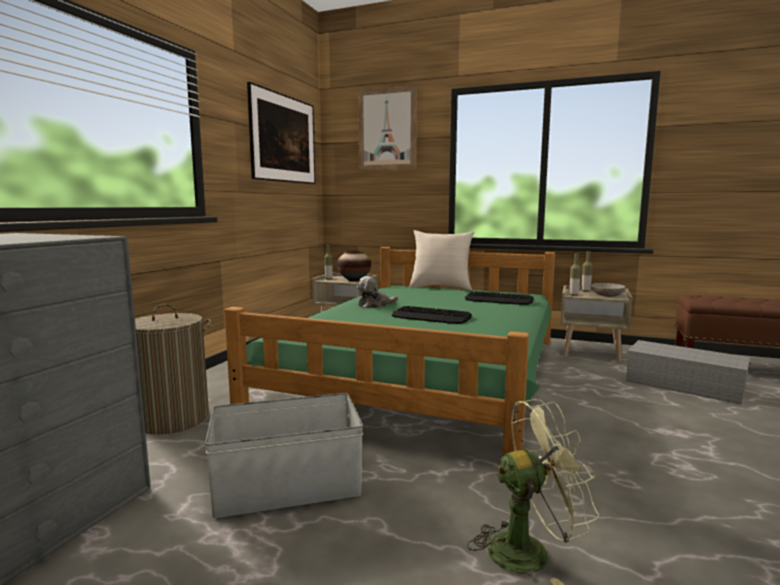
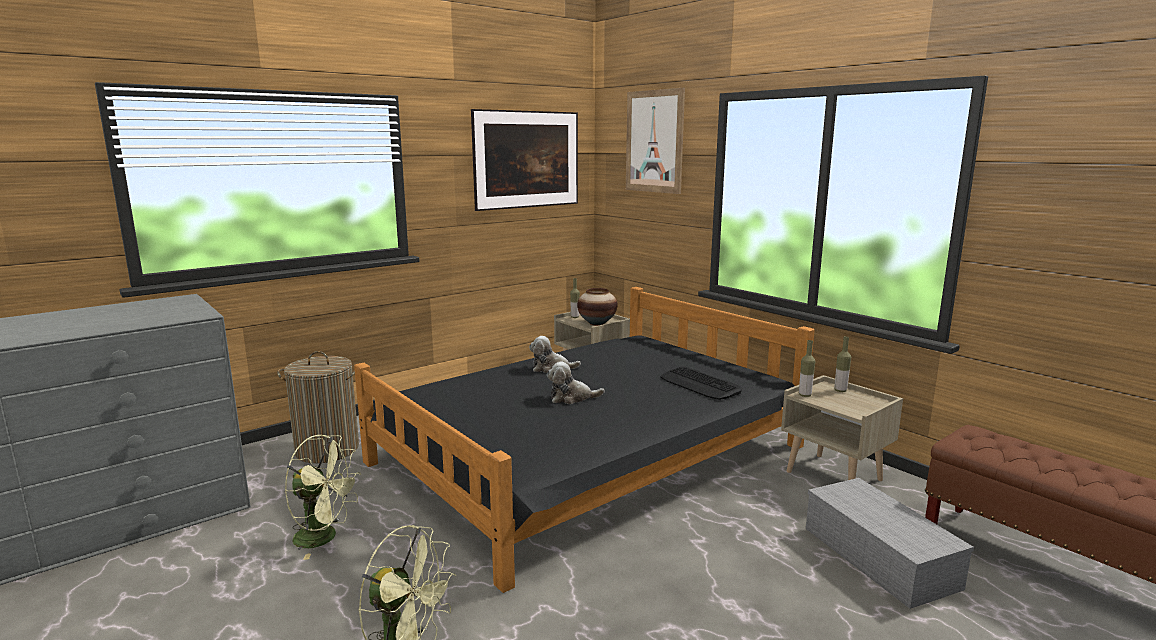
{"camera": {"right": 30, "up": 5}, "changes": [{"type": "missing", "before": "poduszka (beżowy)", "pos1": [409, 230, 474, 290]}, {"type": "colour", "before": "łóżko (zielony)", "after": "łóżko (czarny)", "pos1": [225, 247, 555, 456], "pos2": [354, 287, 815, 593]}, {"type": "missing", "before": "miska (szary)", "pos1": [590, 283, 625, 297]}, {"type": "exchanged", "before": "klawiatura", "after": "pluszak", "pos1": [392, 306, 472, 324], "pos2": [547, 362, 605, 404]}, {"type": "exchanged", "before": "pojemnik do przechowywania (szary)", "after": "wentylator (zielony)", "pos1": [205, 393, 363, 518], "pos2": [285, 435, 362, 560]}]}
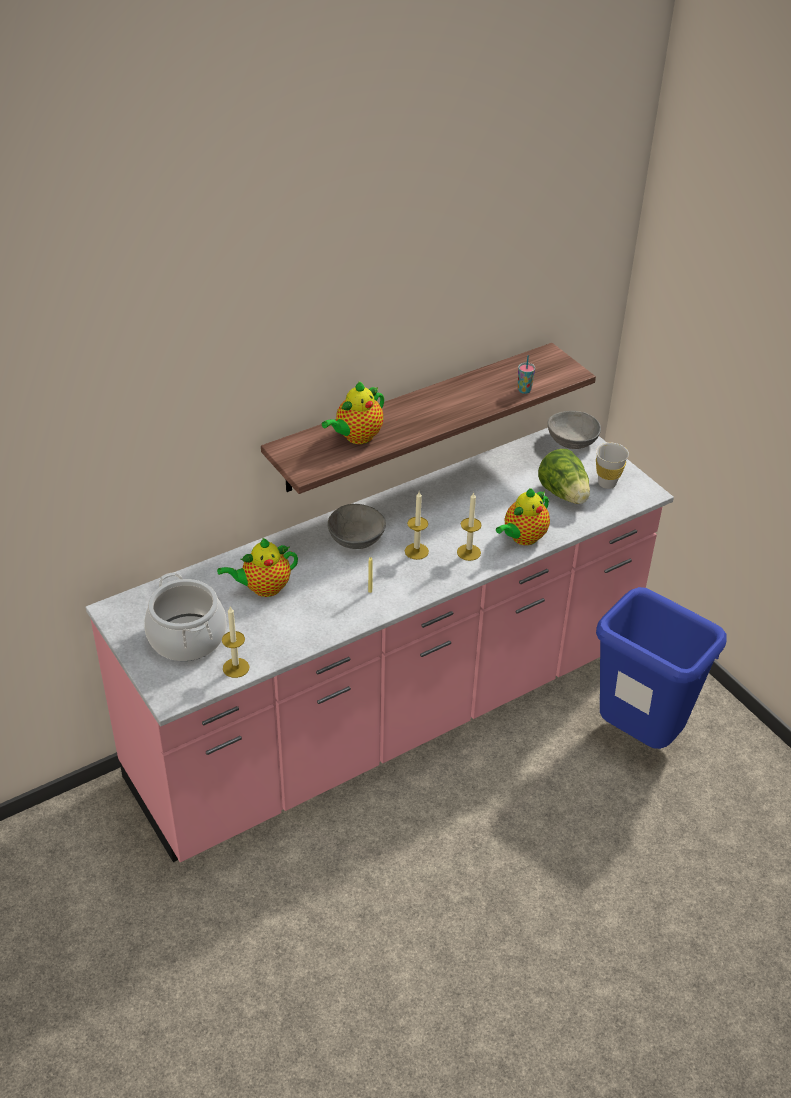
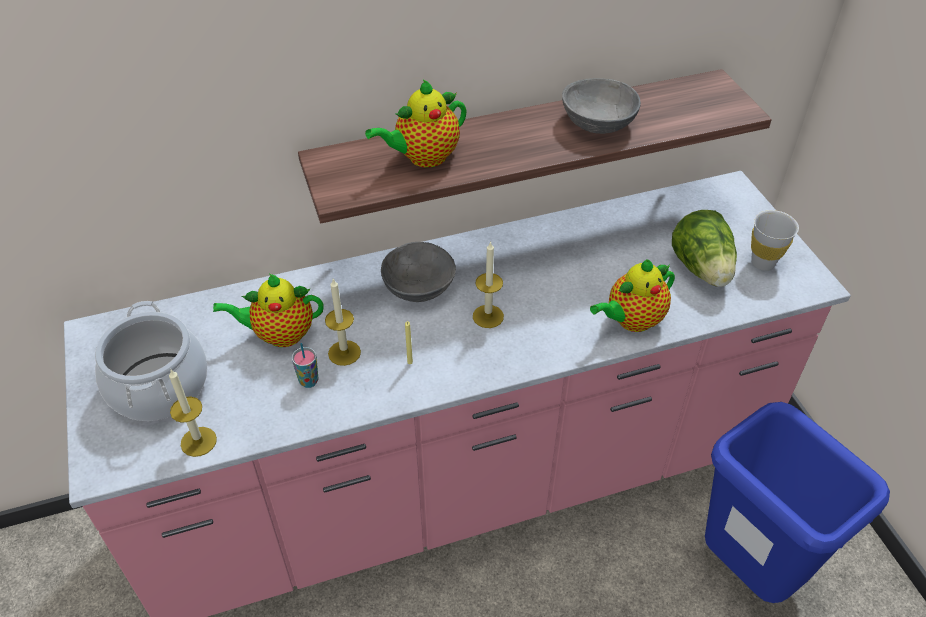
{"camera": {"right": 15, "up": 5}, "changes": [{"type": "relocated", "before": "filiżanka", "pos1": [518, 355, 535, 394], "pos2": [292, 343, 319, 388]}, {"type": "relocated", "before": "miska (szary)", "pos1": [548, 411, 601, 449], "pos2": [562, 78, 641, 134]}, {"type": "relocated", "before": "świeca", "pos1": [457, 492, 482, 561], "pos2": [325, 279, 361, 366]}]}
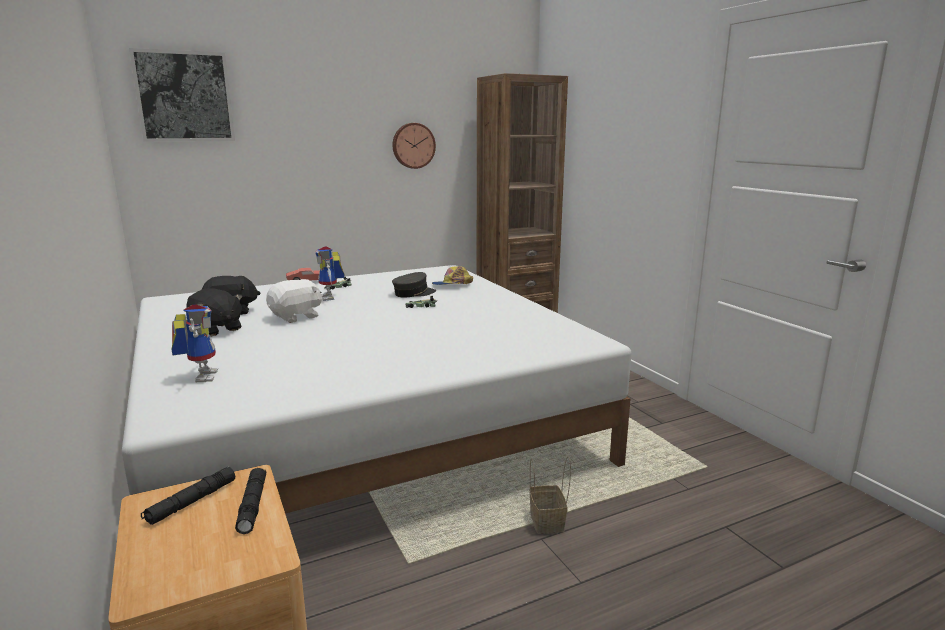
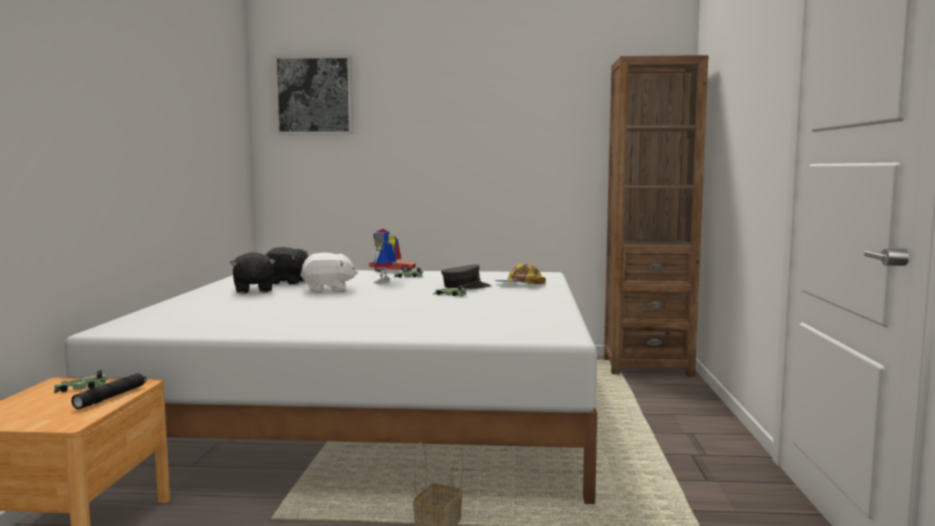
{"camera": {"right": 30, "up": -10}, "changes": [{"type": "missing", "before": "zegar ścienny", "pos1": [392, 123, 436, 169]}, {"type": "missing", "before": "robot zabawkowy", "pos1": [171, 304, 218, 382]}, {"type": "exchanged", "before": "latarka (czarny)", "after": "samochodzik", "pos1": [141, 467, 235, 525], "pos2": [54, 370, 109, 393]}]}
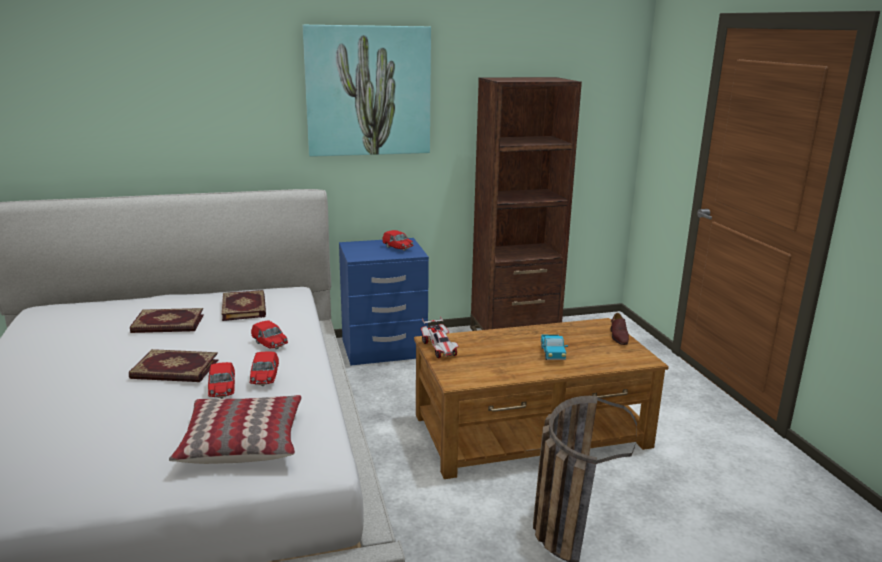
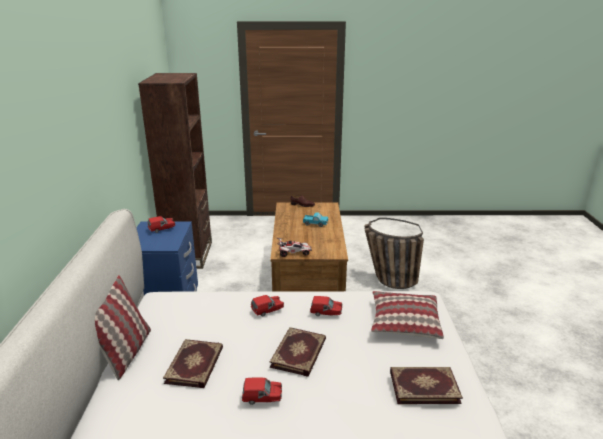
{"camera": {"right": -75, "up": 5}, "changes": [{"type": "missing", "before": "obraz", "pos1": [303, 25, 431, 157]}, {"type": "relocated", "before": "książka", "pos1": [222, 290, 266, 321], "pos2": [390, 367, 463, 404]}, {"type": "relocated", "before": "samochodzik (czerwony)", "pos1": [208, 362, 235, 399], "pos2": [242, 377, 282, 405]}, {"type": "appeared", "after": "poduszka", "pos2": [95, 275, 151, 380]}]}
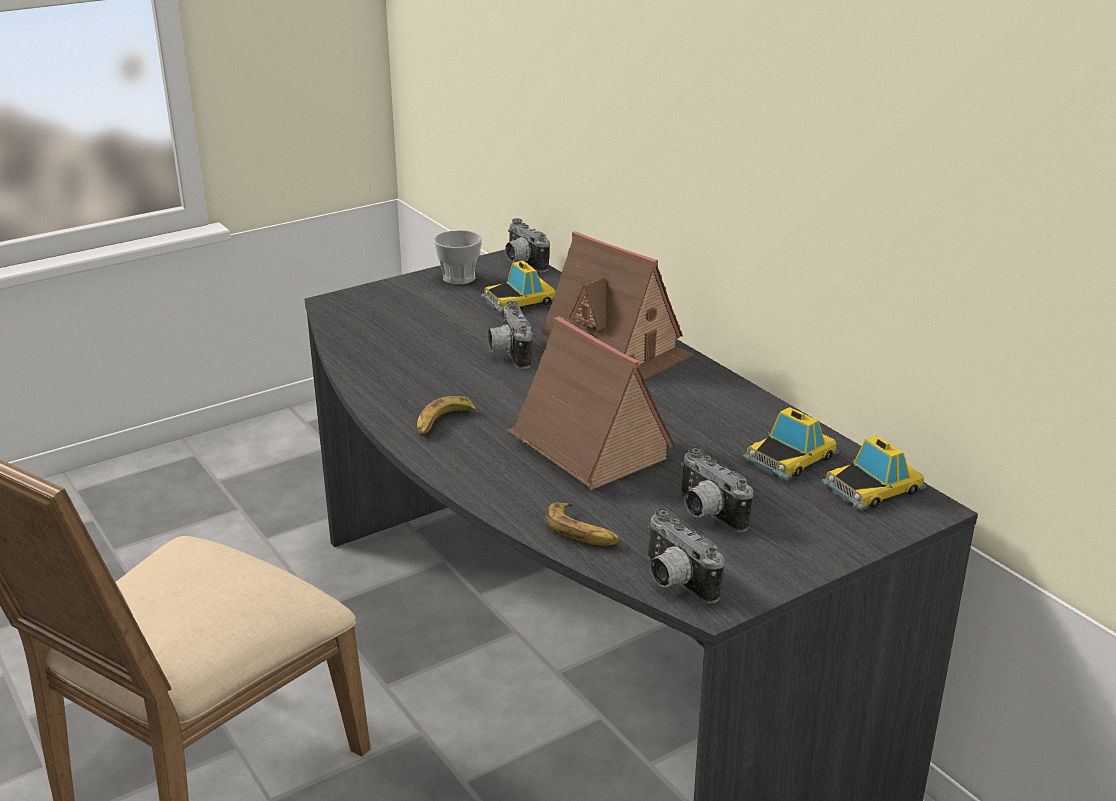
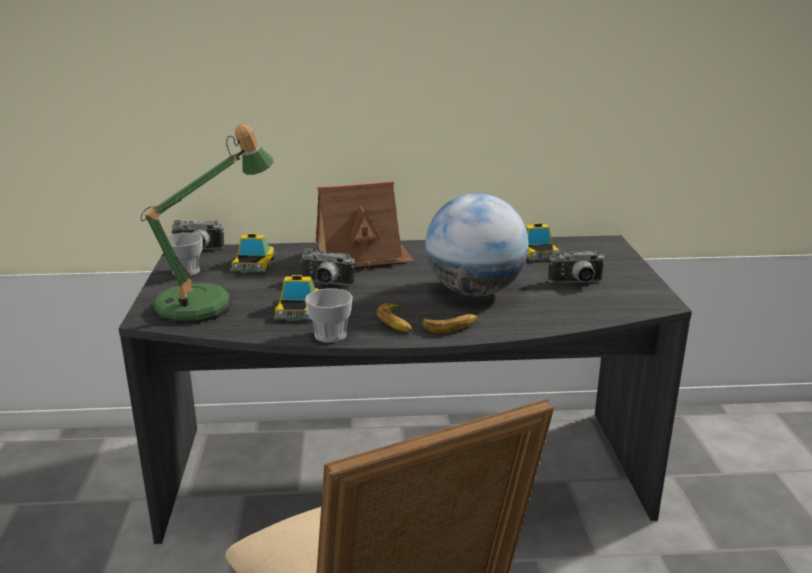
{"camera": {"right": -60, "up": -5}, "changes": [{"type": "exchanged", "before": "domek", "after": "globus", "pos1": [506, 317, 675, 490], "pos2": [425, 193, 529, 296]}, {"type": "relocated", "before": "samochodzik", "pos1": [821, 435, 927, 510], "pos2": [274, 275, 319, 321]}, {"type": "relocated", "before": "banan", "pos1": [546, 502, 620, 546], "pos2": [422, 314, 477, 333]}, {"type": "missing", "before": "aparat fotograficzny", "pos1": [647, 509, 724, 604]}, {"type": "appeared", "after": "lampa stołowa", "pos2": [141, 124, 273, 324]}, {"type": "appeared", "after": "filiżanka", "pos2": [305, 288, 353, 343]}]}
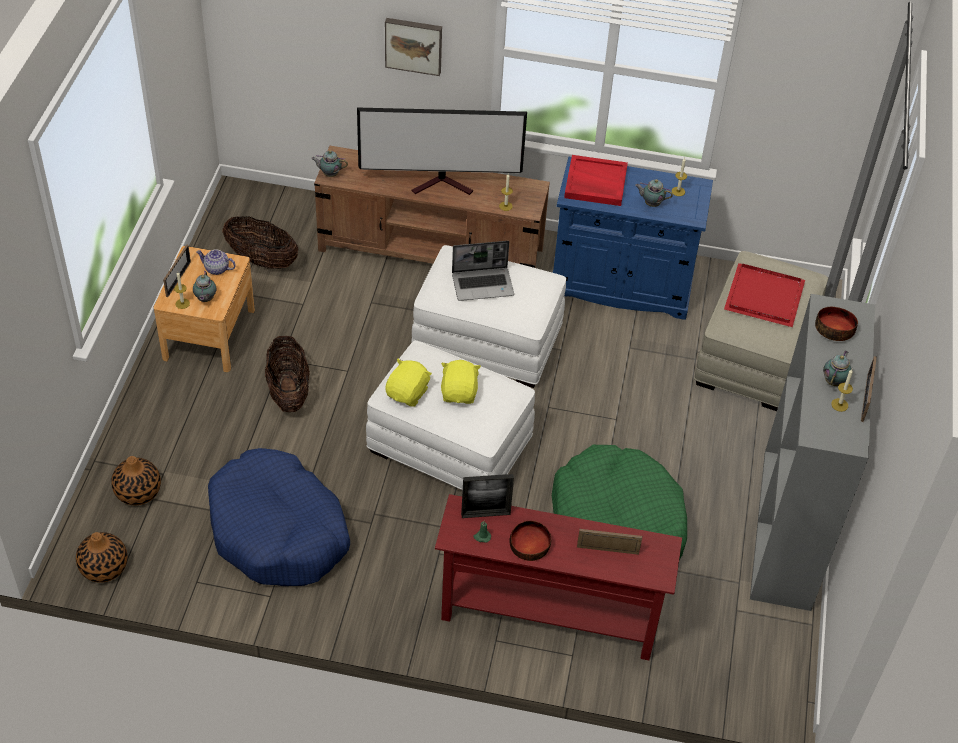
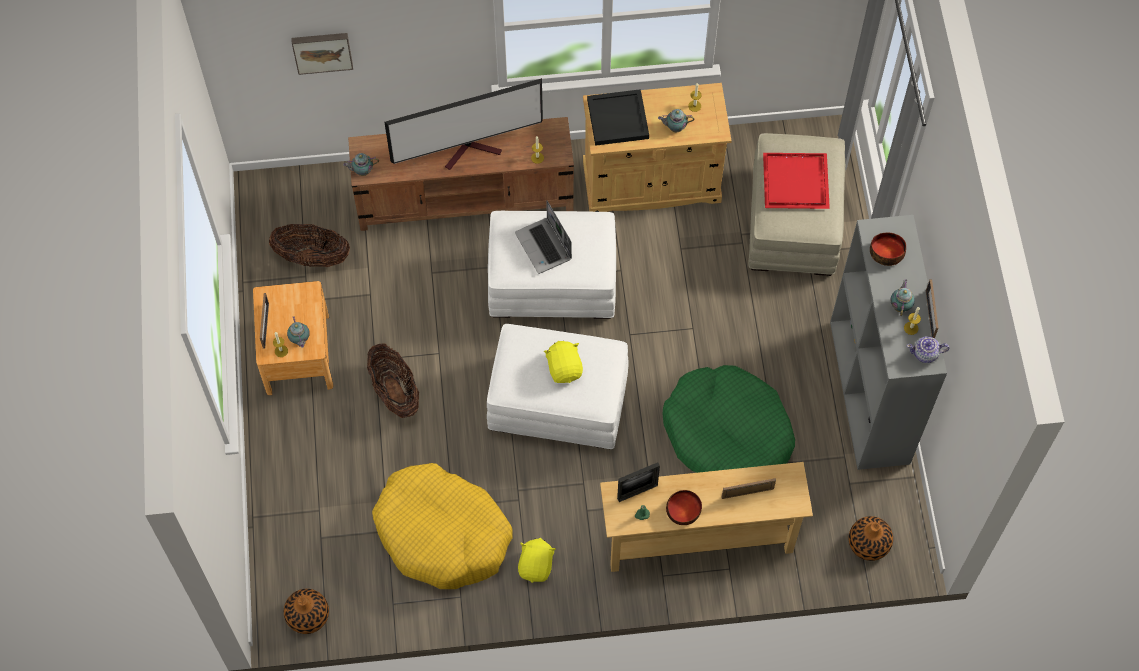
{"camera": {"right": -15, "up": 15}, "changes": [{"type": "relocated", "before": "obraz", "pos1": [385, 18, 442, 76], "pos2": [291, 33, 353, 75]}, {"type": "colour", "before": "taca (czerwony)", "after": "taca (czarny)", "pos1": [564, 155, 628, 206], "pos2": [587, 89, 649, 146]}, {"type": "colour", "before": "szafka (niebieski)", "after": "szafka (beżowy)", "pos1": [553, 157, 713, 320], "pos2": [583, 83, 732, 212]}, {"type": "spun", "before": "laptop", "pos1": [452, 241, 514, 301], "pos2": [515, 201, 572, 274], "turn": 90}, {"type": "relocated", "before": "imbryk", "pos1": [196, 249, 236, 275], "pos2": [907, 336, 949, 363]}, {"type": "relocated", "before": "pluszak (żółty)", "pos1": [385, 359, 432, 407], "pos2": [518, 538, 556, 583]}, {"type": "colour", "before": "legowisko (niebieski)", "after": "legowisko (żółty)", "pos1": [208, 448, 350, 586], "pos2": [372, 463, 513, 589]}, {"type": "relocated", "before": "wazon", "pos1": [111, 456, 161, 505], "pos2": [849, 516, 893, 561]}, {"type": "colour", "before": "stolik konsolowy (czerwony)", "after": "stolik konsolowy (beżowy)", "pos1": [435, 494, 682, 660], "pos2": [600, 462, 813, 572]}]}
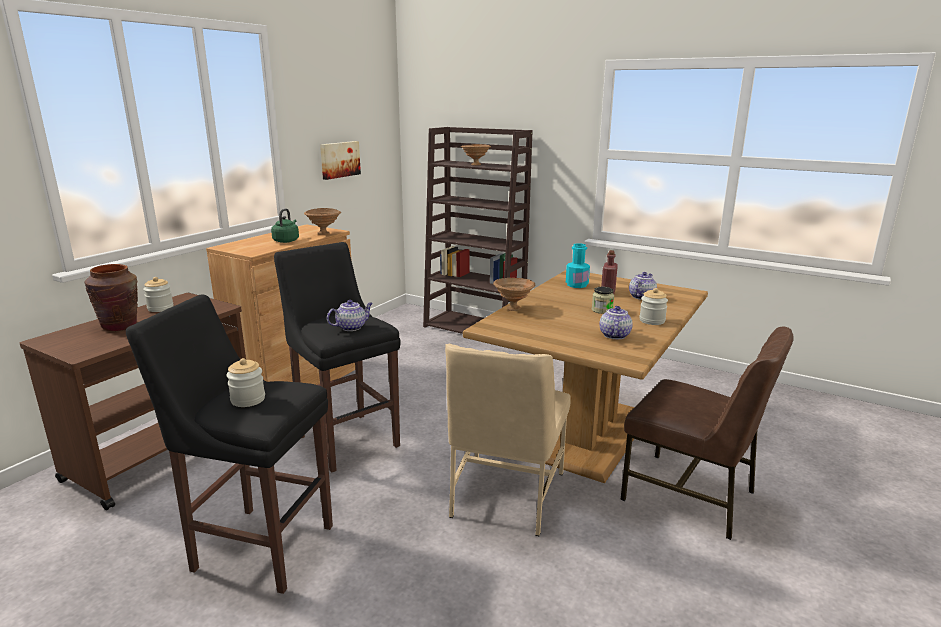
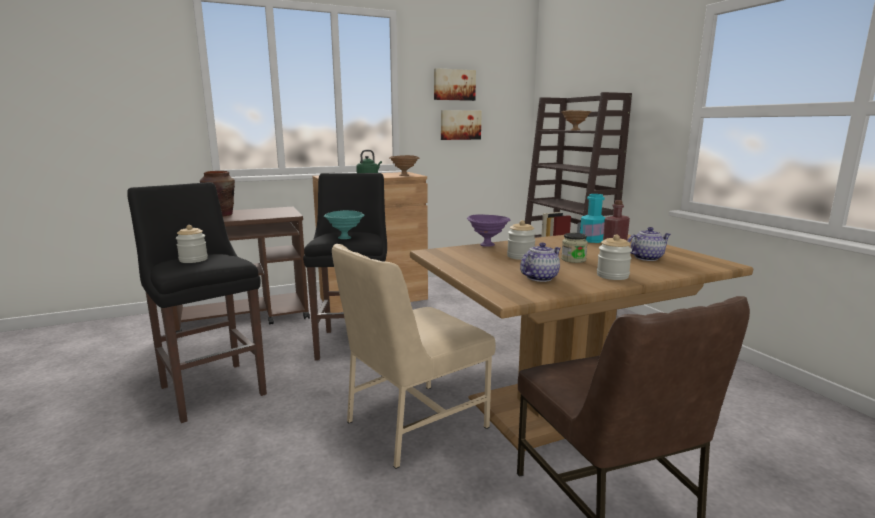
{"camera": {"right": 35, "up": -5}, "changes": [{"type": "relocated", "before": "słoik", "pos1": [143, 277, 174, 312], "pos2": [507, 220, 536, 260]}, {"type": "colour", "before": "miska (brązowy)", "after": "miska (fioletowy)", "pos1": [493, 278, 535, 311], "pos2": [467, 214, 510, 247]}, {"type": "exchanged", "before": "imbryk", "after": "miska (turkusowy)", "pos1": [327, 300, 373, 331], "pos2": [324, 210, 365, 239]}, {"type": "appeared", "after": "obraz", "pos2": [434, 68, 476, 101]}]}
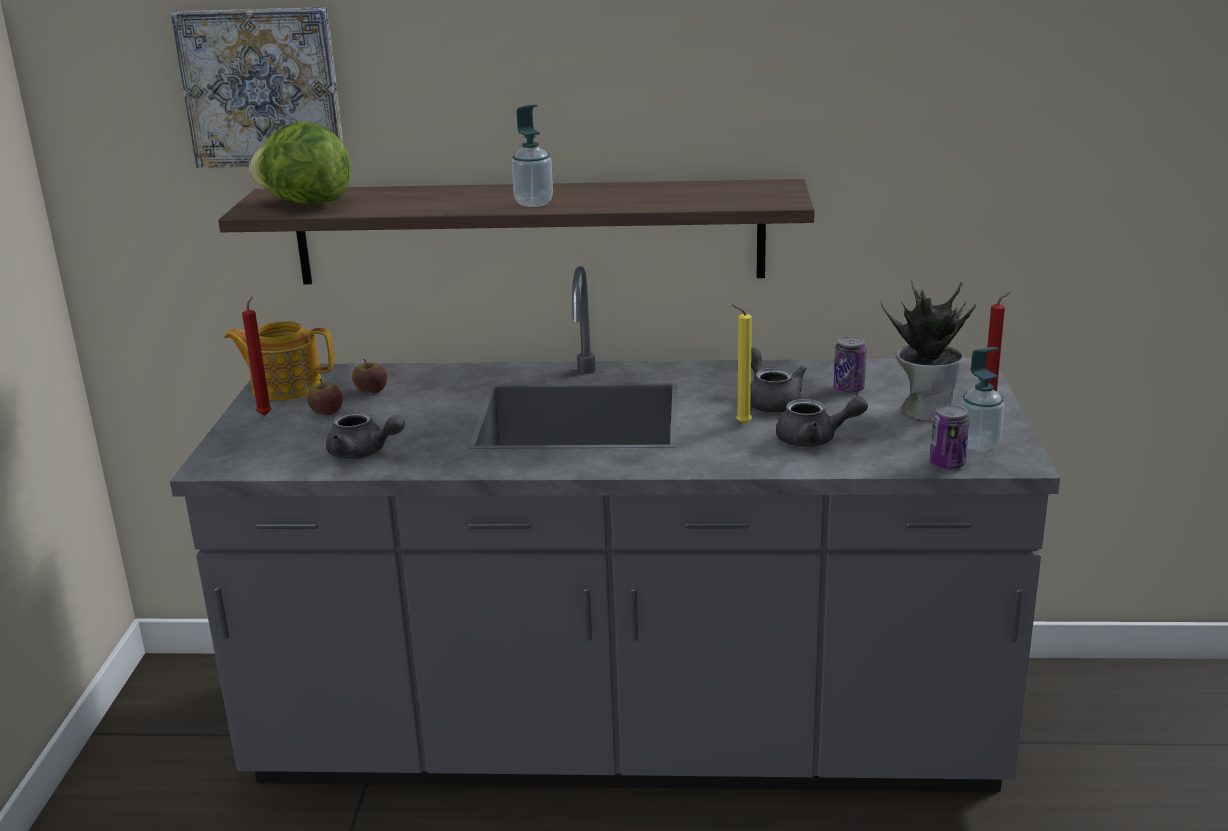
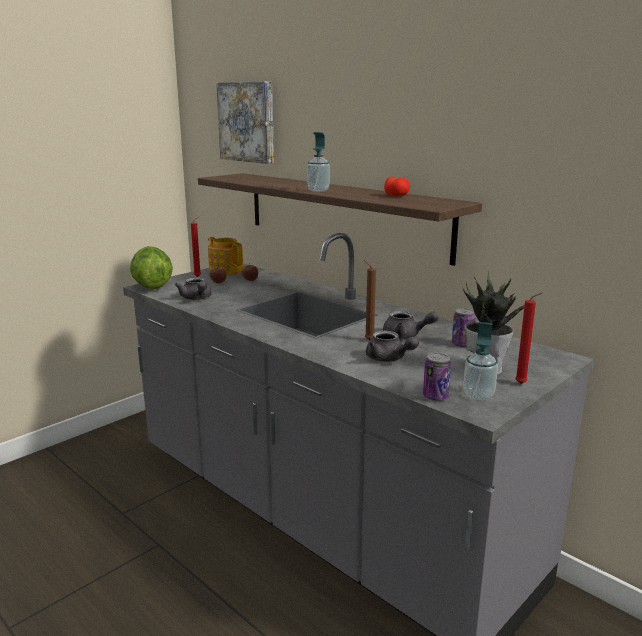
{"camera": {"right": 40, "up": -5}, "changes": [{"type": "relocated", "before": "sałata", "pos1": [249, 122, 351, 204], "pos2": [130, 246, 173, 289]}, {"type": "colour", "before": "świeca (żółty)", "after": "świeca (brązowy)", "pos1": [732, 305, 752, 424], "pos2": [364, 260, 376, 341]}, {"type": "spun", "before": "imbryk (szary)", "pos1": [751, 348, 807, 413], "pos2": [383, 311, 439, 339], "turn": 90}, {"type": "appeared", "after": "pomidor", "pos2": [384, 176, 410, 197]}]}
